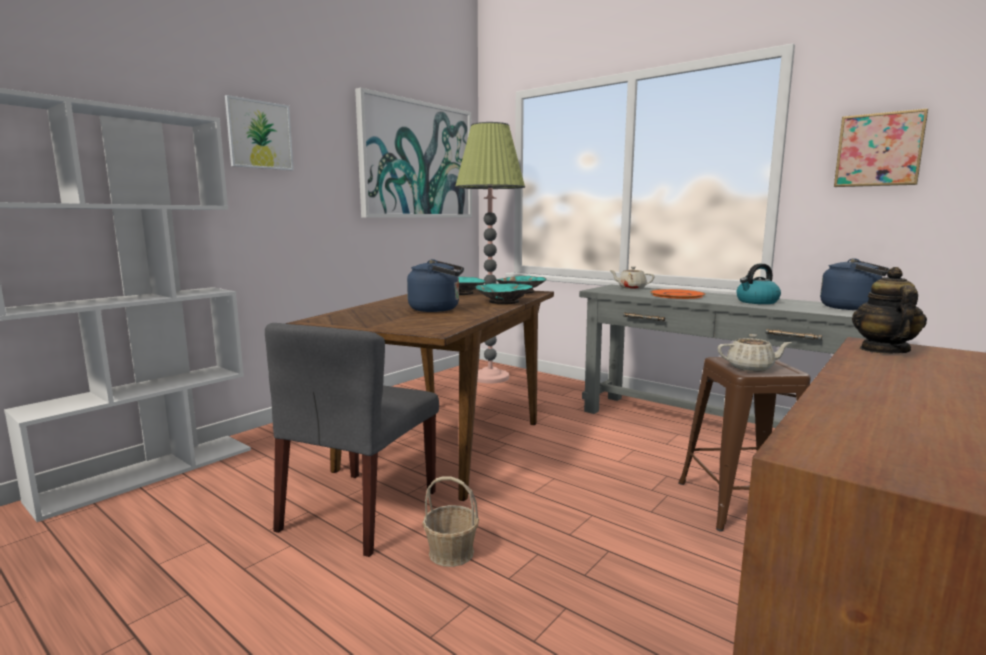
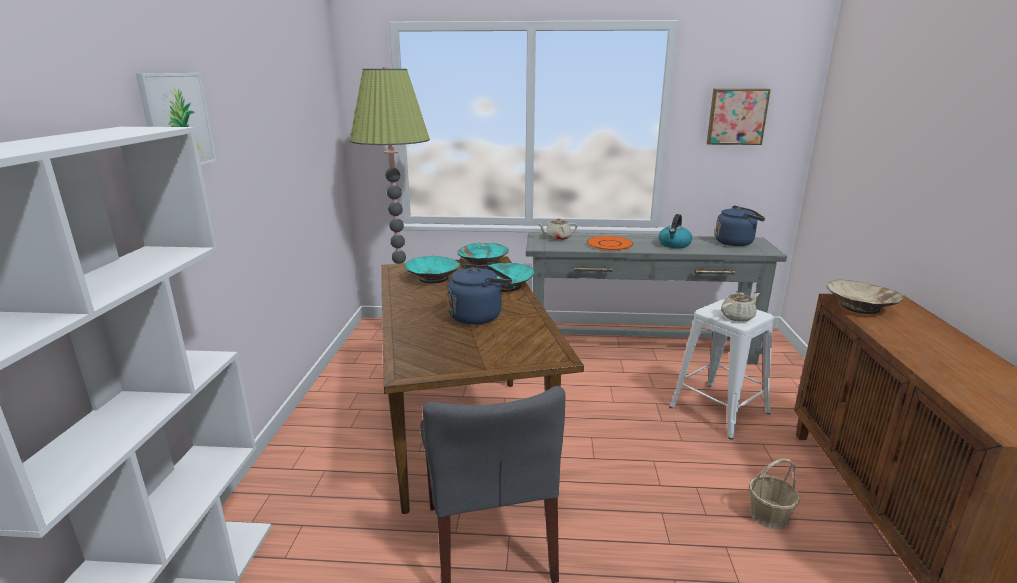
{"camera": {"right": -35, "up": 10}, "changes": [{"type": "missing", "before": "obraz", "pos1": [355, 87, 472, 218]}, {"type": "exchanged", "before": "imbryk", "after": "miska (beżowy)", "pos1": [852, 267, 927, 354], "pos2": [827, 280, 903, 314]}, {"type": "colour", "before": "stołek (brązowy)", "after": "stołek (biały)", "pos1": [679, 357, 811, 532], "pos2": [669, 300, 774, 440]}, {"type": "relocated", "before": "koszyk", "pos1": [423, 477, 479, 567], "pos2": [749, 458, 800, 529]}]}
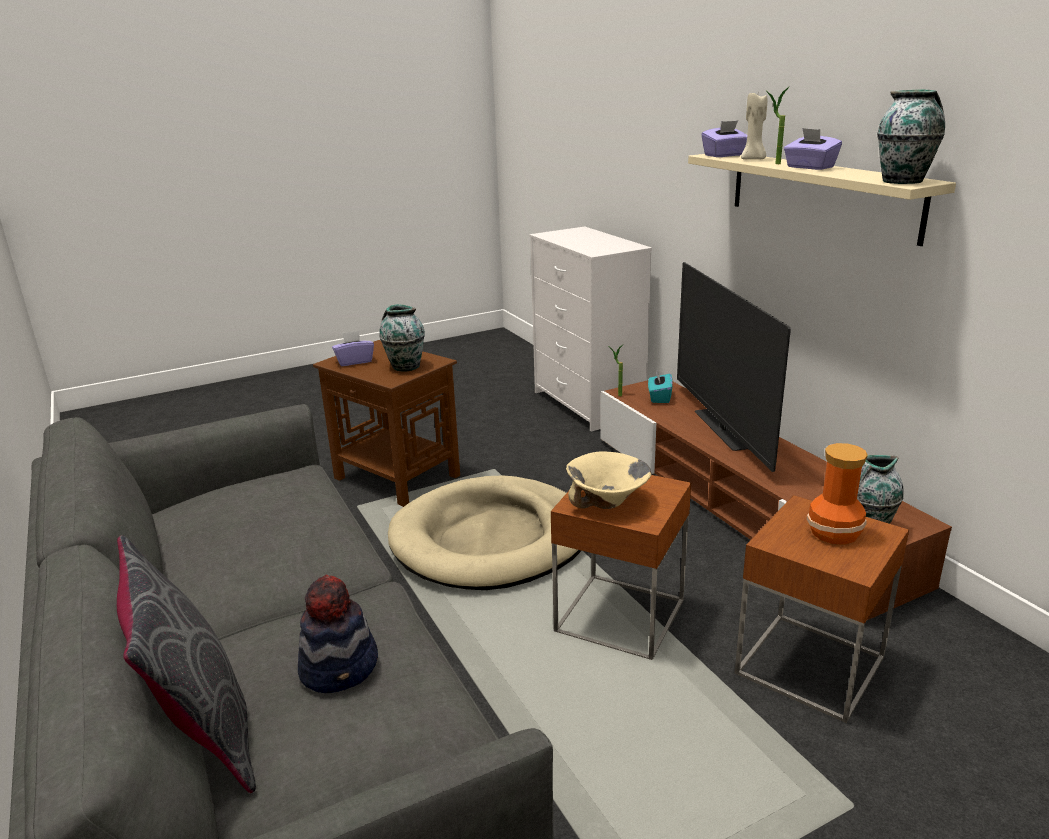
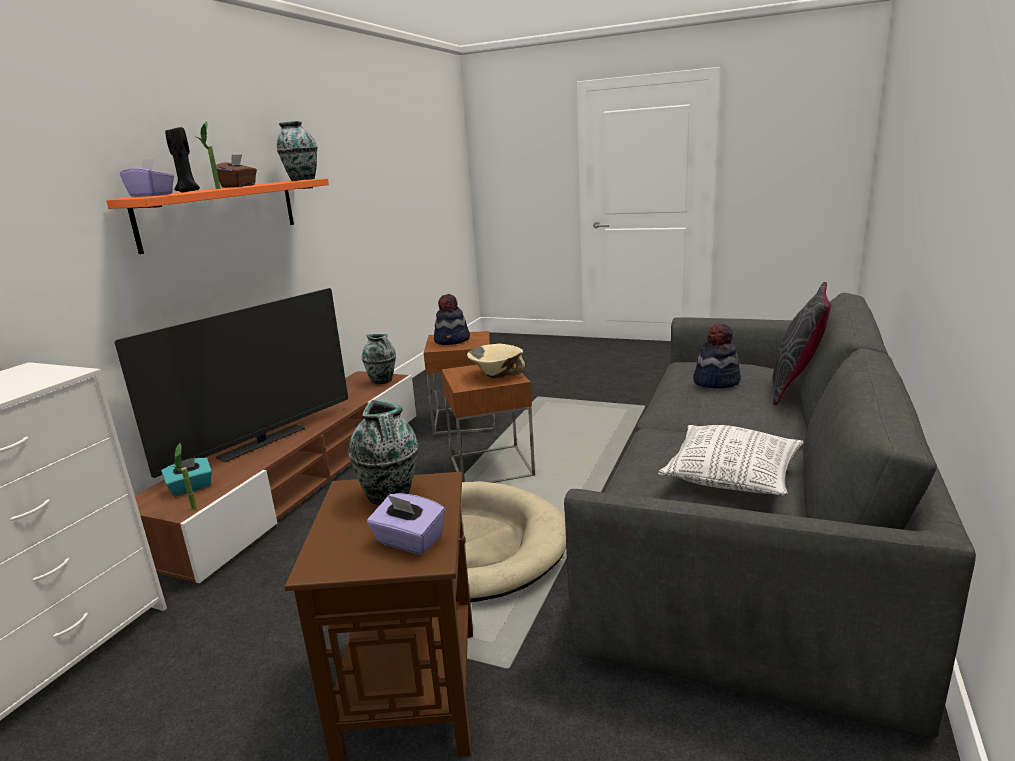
{"camera": {"right": -130, "up": -5}, "changes": [{"type": "colour", "before": "świeca (beżowy)", "after": "świeca (czarny)", "pos1": [741, 93, 767, 160], "pos2": [165, 127, 200, 193]}, {"type": "colour", "before": "pudełko chusteczek (fioletowy)", "after": "pudełko chusteczek (brązowy)", "pos1": [784, 128, 842, 170], "pos2": [216, 154, 257, 188]}, {"type": "colour", "before": "półka (beżowy)", "after": "półka (pomarańczowy)", "pos1": [688, 154, 956, 246], "pos2": [106, 179, 329, 254]}, {"type": "exchanged", "before": "wazon", "after": "kapelusz", "pos1": [807, 443, 868, 545], "pos2": [434, 294, 470, 345]}, {"type": "appeared", "after": "poduszka", "pos2": [658, 425, 804, 496]}]}
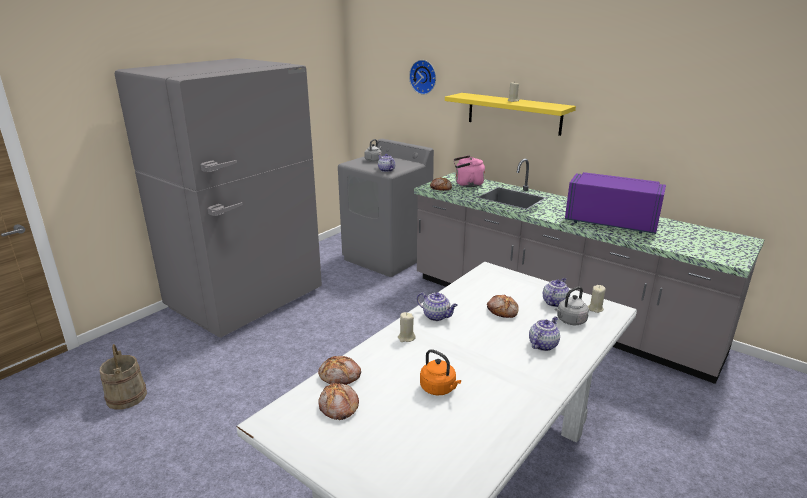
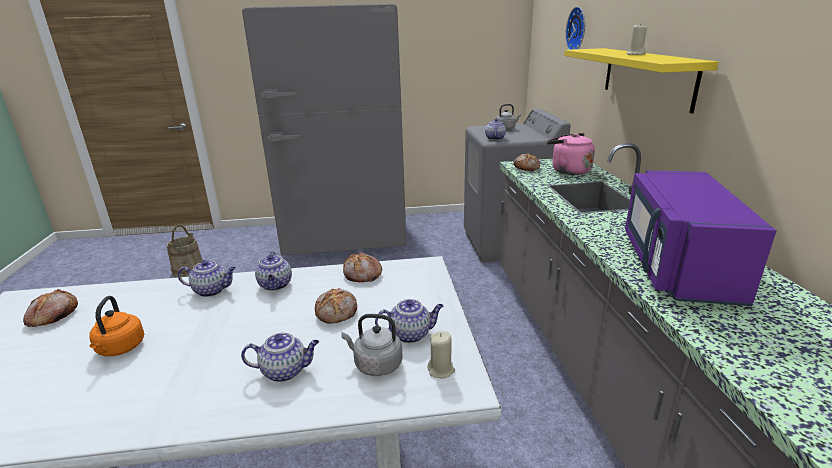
{"camera": {"right": 45, "up": 0}, "changes": [{"type": "spun", "before": "mikrofalówka (fioletowy)", "pos1": [565, 172, 666, 234], "pos2": [625, 170, 776, 306], "turn": -150}, {"type": "exchanged", "before": "świeca (beżowy)", "after": "imbryk", "pos1": [398, 312, 416, 342], "pos2": [178, 260, 236, 297]}, {"type": "relocated", "before": "chleb", "pos1": [318, 356, 361, 385], "pos2": [343, 252, 382, 282]}]}
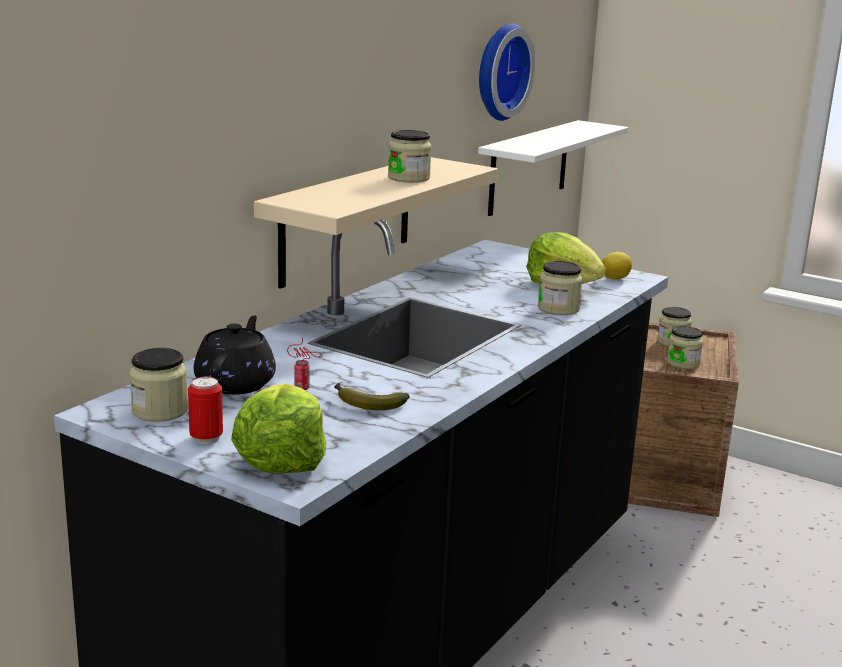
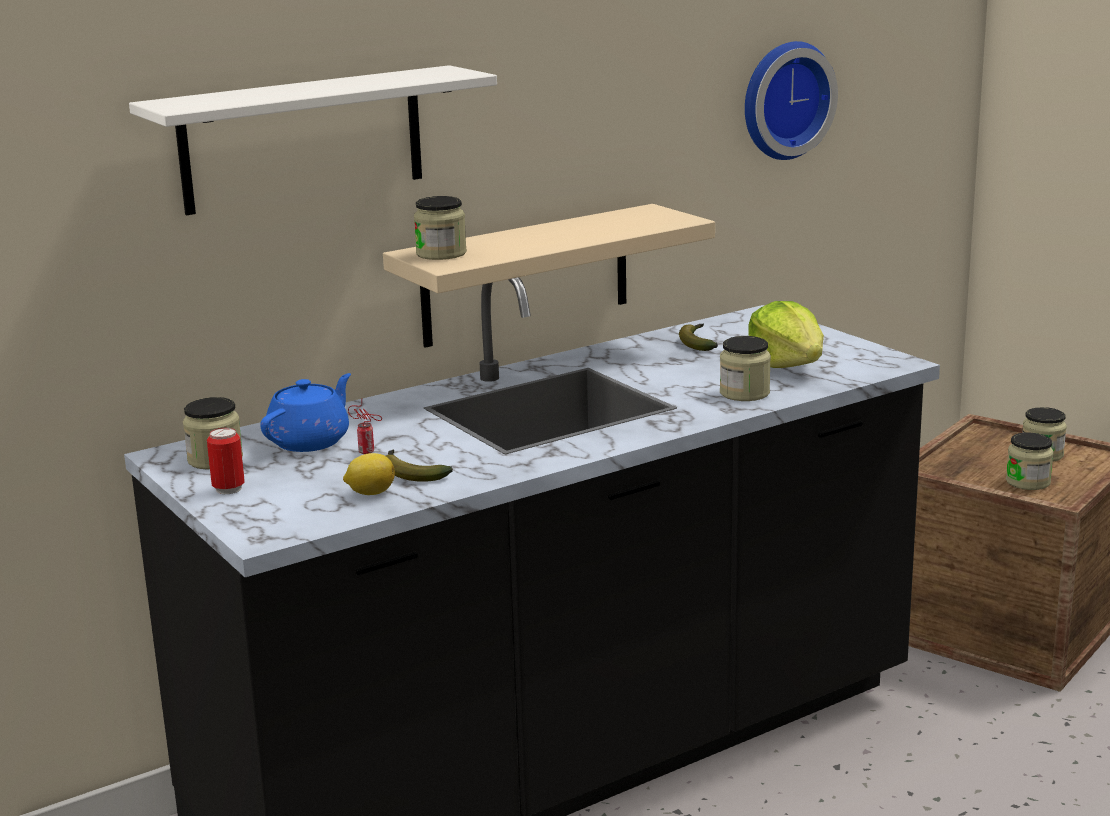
{"camera": {"right": 25, "up": 0}, "changes": [{"type": "relocated", "before": "półka (biały)", "pos1": [478, 120, 628, 216], "pos2": [129, 65, 497, 215]}, {"type": "relocated", "before": "słoik", "pos1": [388, 130, 432, 183], "pos2": [414, 196, 467, 260]}, {"type": "relocated", "before": "cytryna", "pos1": [602, 252, 632, 280], "pos2": [343, 453, 395, 495]}, {"type": "colour", "before": "imbryk (czarny)", "after": "imbryk (niebieski)", "pos1": [194, 315, 276, 395], "pos2": [260, 373, 351, 452]}, {"type": "missing", "before": "sałata", "pos1": [231, 383, 326, 474]}, {"type": "appeared", "after": "banan", "pos2": [679, 323, 718, 351]}]}
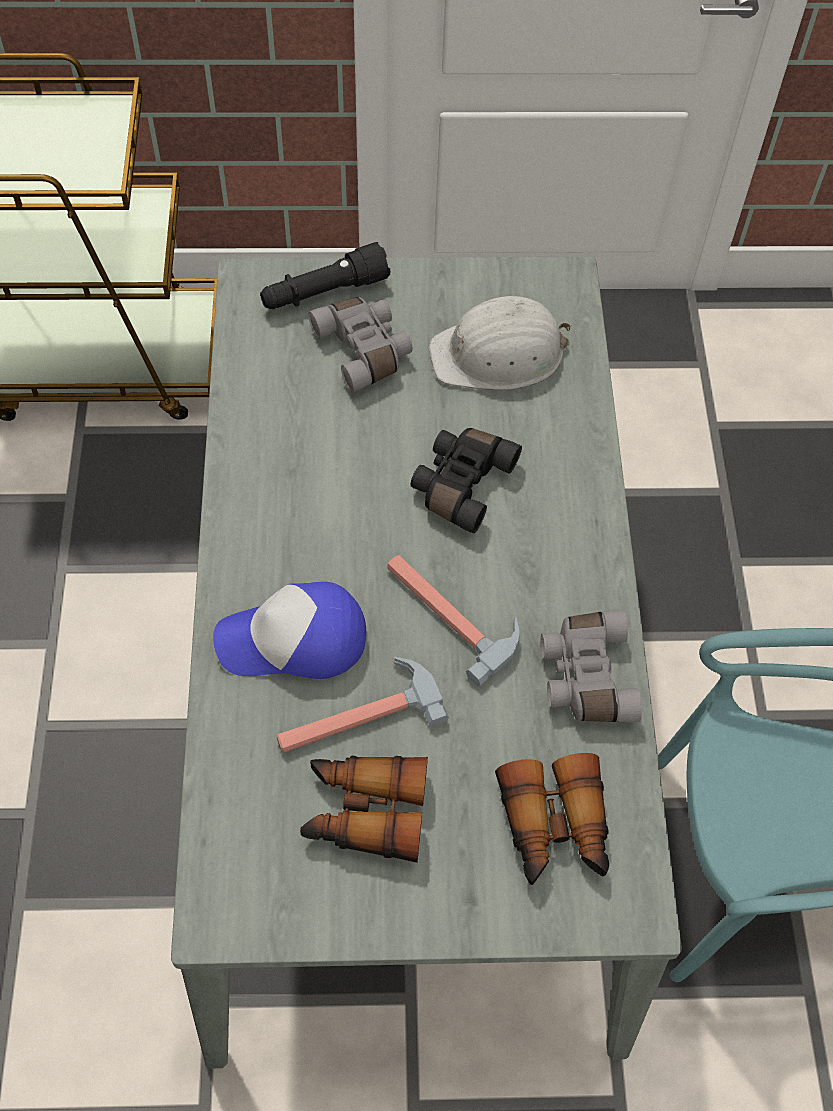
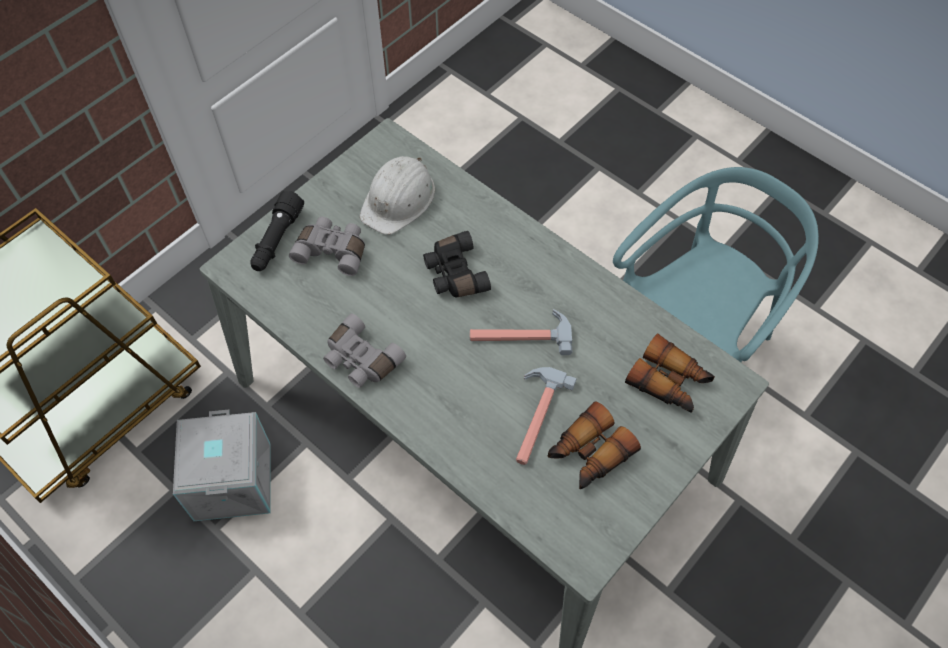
{"camera": {"right": -45, "up": 0}, "changes": [{"type": "missing", "before": "czapka z daszkiem", "pos1": [213, 581, 366, 679]}, {"type": "relocated", "before": "lornetka (szary)", "pos1": [541, 610, 642, 723], "pos2": [323, 313, 406, 388]}, {"type": "appeared", "after": "pojemnik do przechowywania (szary)", "pos2": [173, 410, 271, 521]}]}
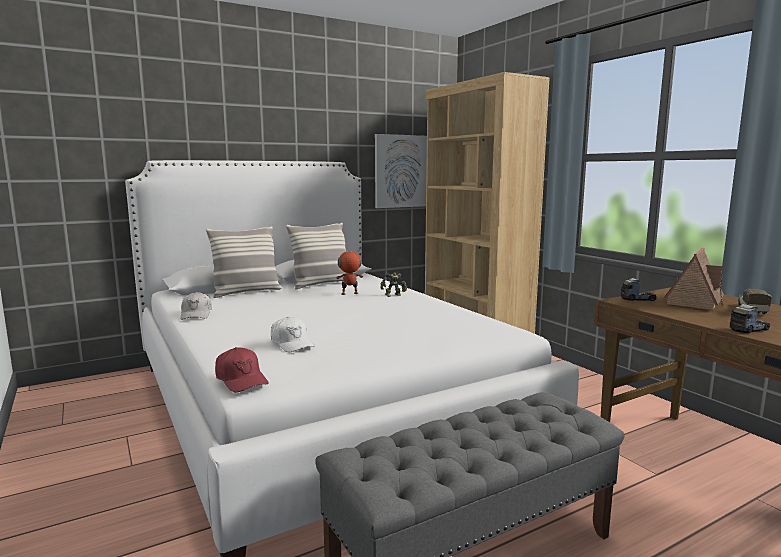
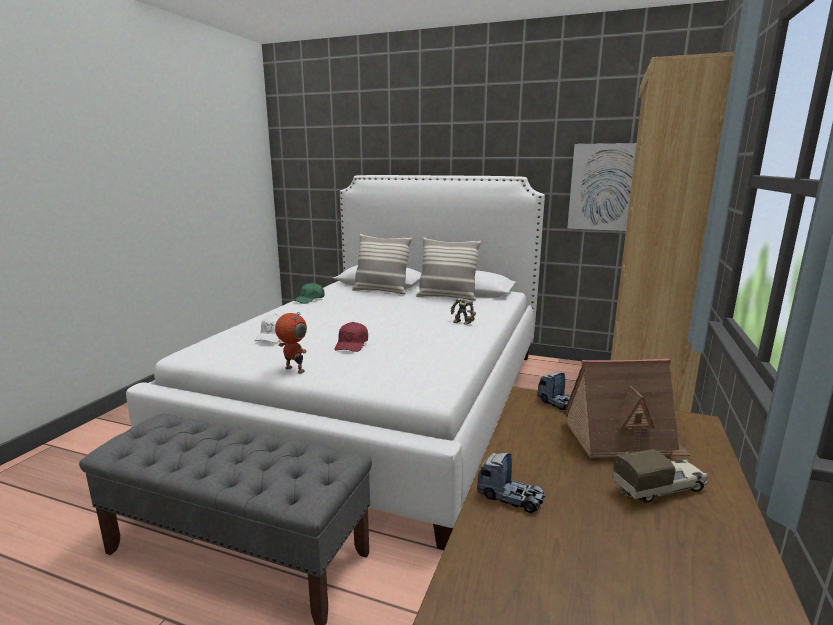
{"camera": {"right": 50, "up": 5}, "changes": [{"type": "relocated", "before": "robot zabawkowy", "pos1": [336, 248, 363, 295], "pos2": [275, 312, 307, 373]}, {"type": "colour", "before": "czapka z daszkiem (biały)", "after": "czapka z daszkiem (zielony)", "pos1": [180, 292, 212, 320], "pos2": [292, 283, 324, 304]}, {"type": "relocated", "before": "czapka z daszkiem (czerwony)", "pos1": [215, 347, 269, 393], "pos2": [335, 322, 368, 352]}]}
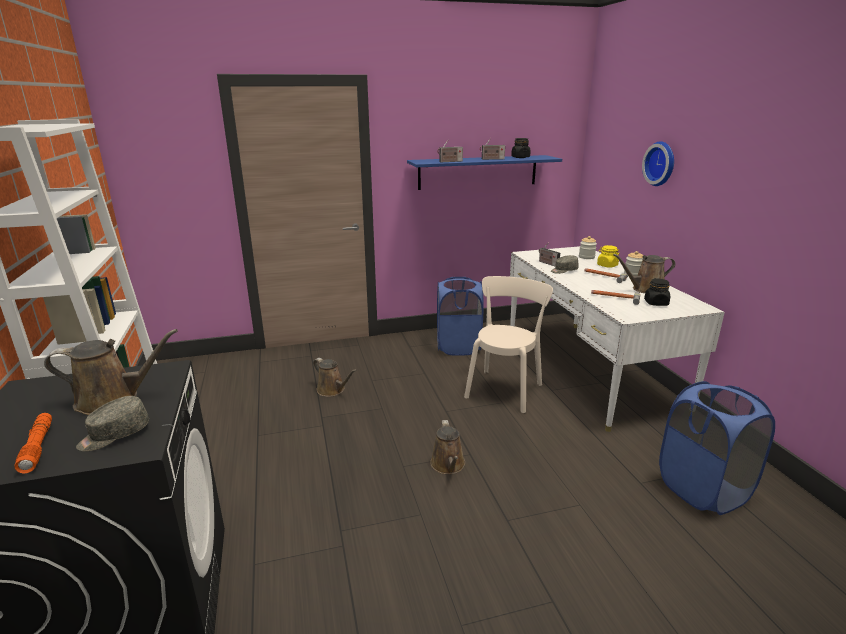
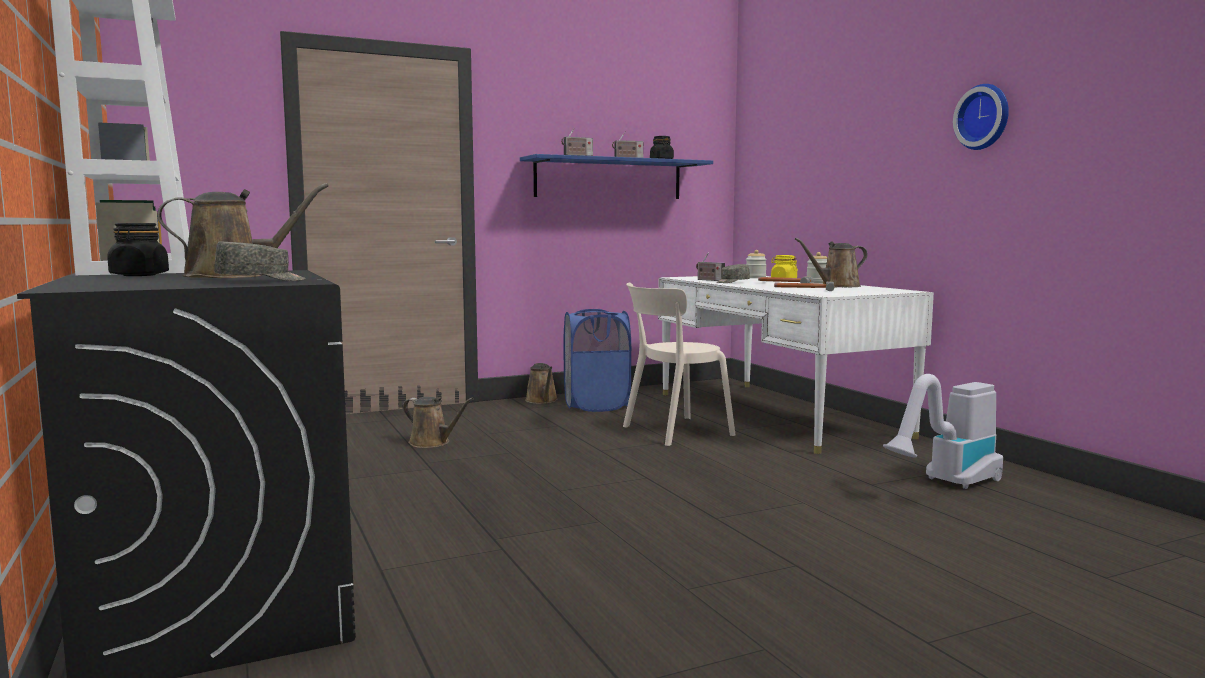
{"camera": {"right": -10, "up": -15}, "changes": [{"type": "relocated", "before": "zegar ścienny", "pos1": [642, 141, 674, 186], "pos2": [953, 84, 1009, 150]}, {"type": "spun", "before": "krzesło (beżowy)", "pos1": [464, 276, 553, 413], "pos2": [623, 283, 735, 446], "turn": -135}, {"type": "relocated", "before": "słoik (czarny)", "pos1": [644, 278, 670, 306], "pos2": [107, 223, 169, 276]}, {"type": "exchanged", "before": "kosz na pranie (niebieski)", "after": "odkurzacz", "pos1": [659, 381, 775, 515], "pos2": [883, 374, 1003, 489]}, {"type": "spun", "before": "czapka z daszkiem (szary)", "pos1": [76, 396, 149, 452], "pos2": [214, 241, 306, 281], "turn": -150}, {"type": "missing", "before": "latarka (pomarańczowy)", "pos1": [14, 413, 52, 473]}, {"type": "relocated", "before": "konewka (brązowy)", "pos1": [430, 420, 465, 474], "pos2": [525, 363, 558, 404]}]}
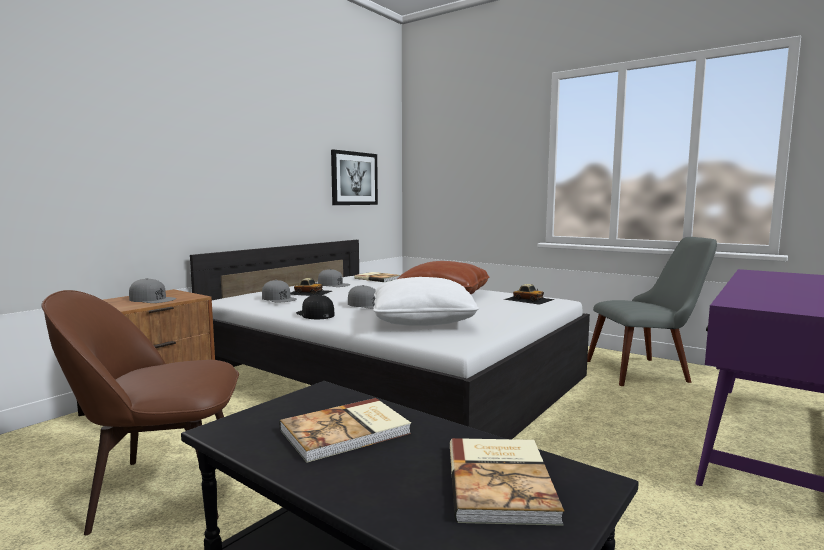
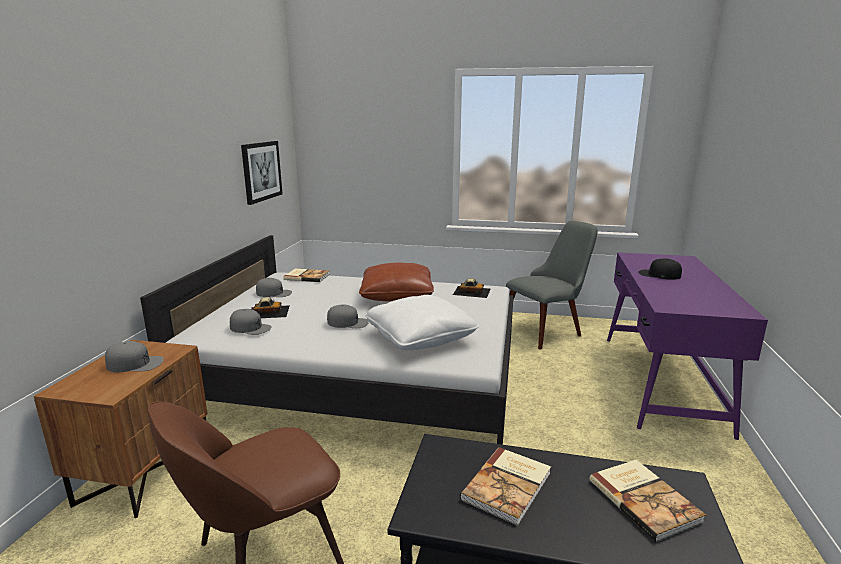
{"camera": {"right": -25, "up": 10}, "changes": [{"type": "relocated", "before": "czapka z daszkiem (czarny)", "pos1": [296, 294, 335, 319], "pos2": [638, 258, 682, 280]}]}
